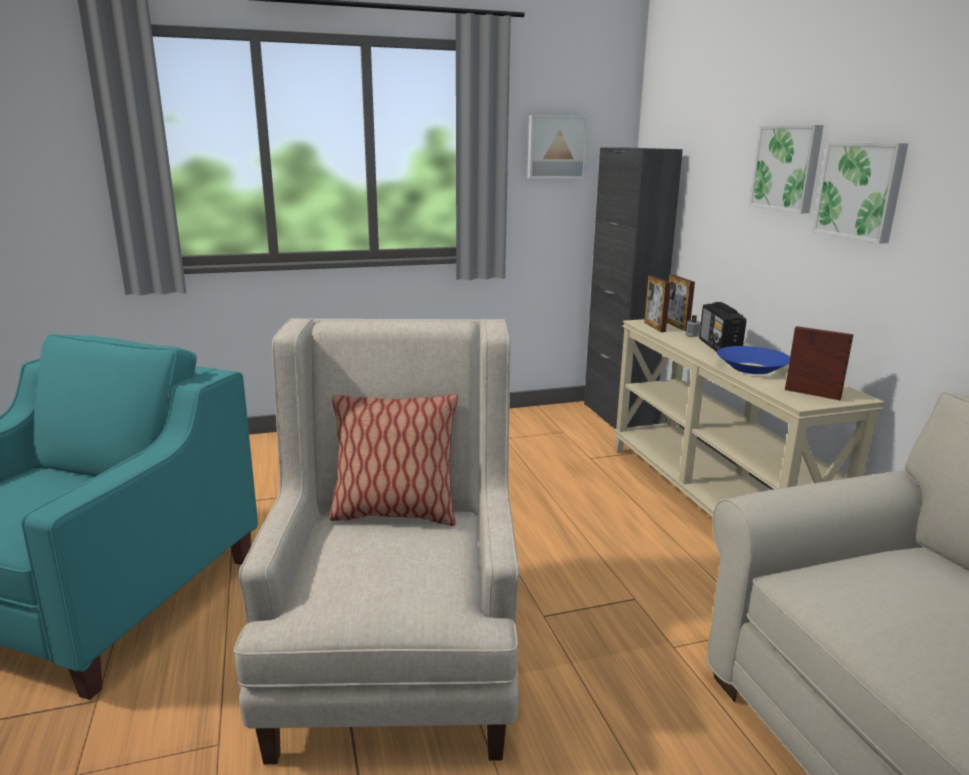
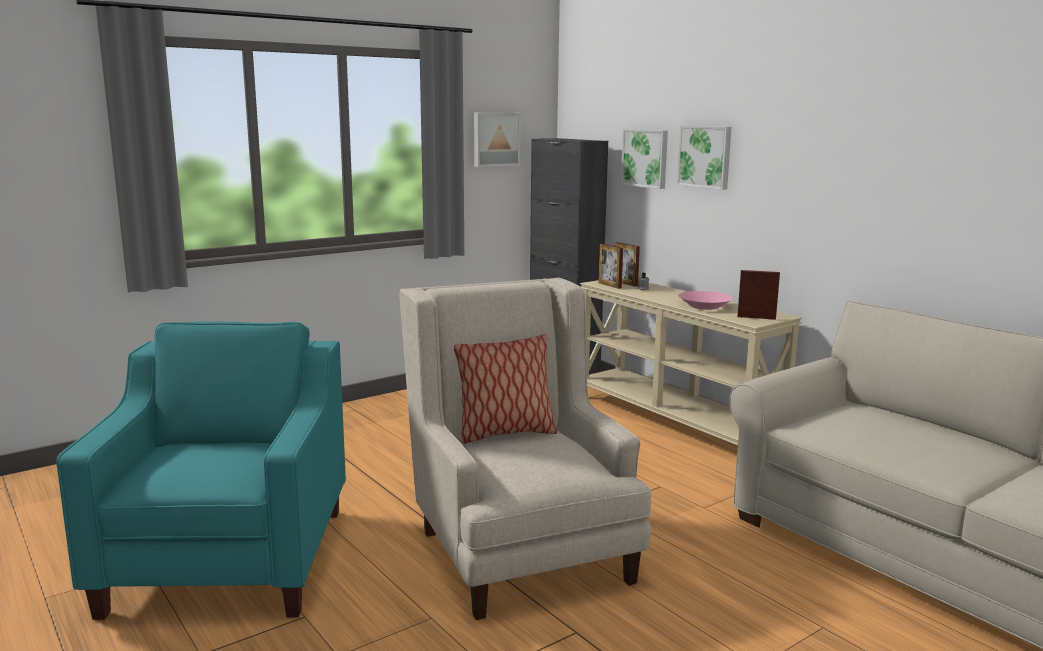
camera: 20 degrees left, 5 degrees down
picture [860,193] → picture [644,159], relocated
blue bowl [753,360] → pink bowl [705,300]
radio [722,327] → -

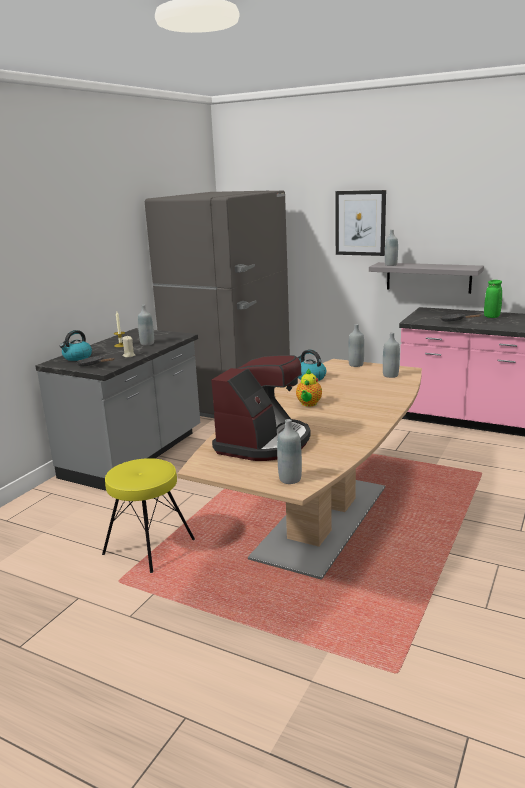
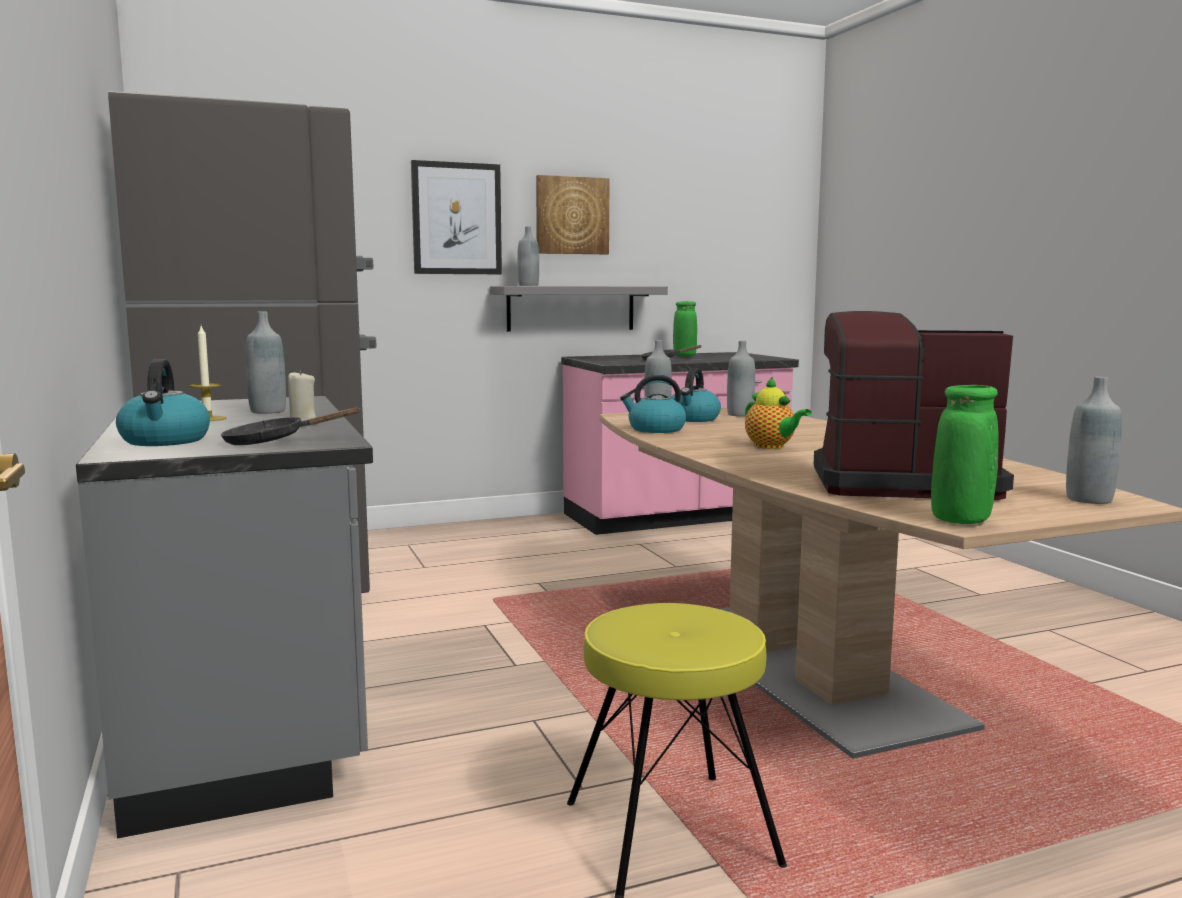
camera: 50 degrees left, 10 degrees down
- → picture [572,214]
- → kettle [696,395]
coffee machine [261,408] → coffee machine [914,405], 60 degrees counterclockwise
- → green vase [965,454]

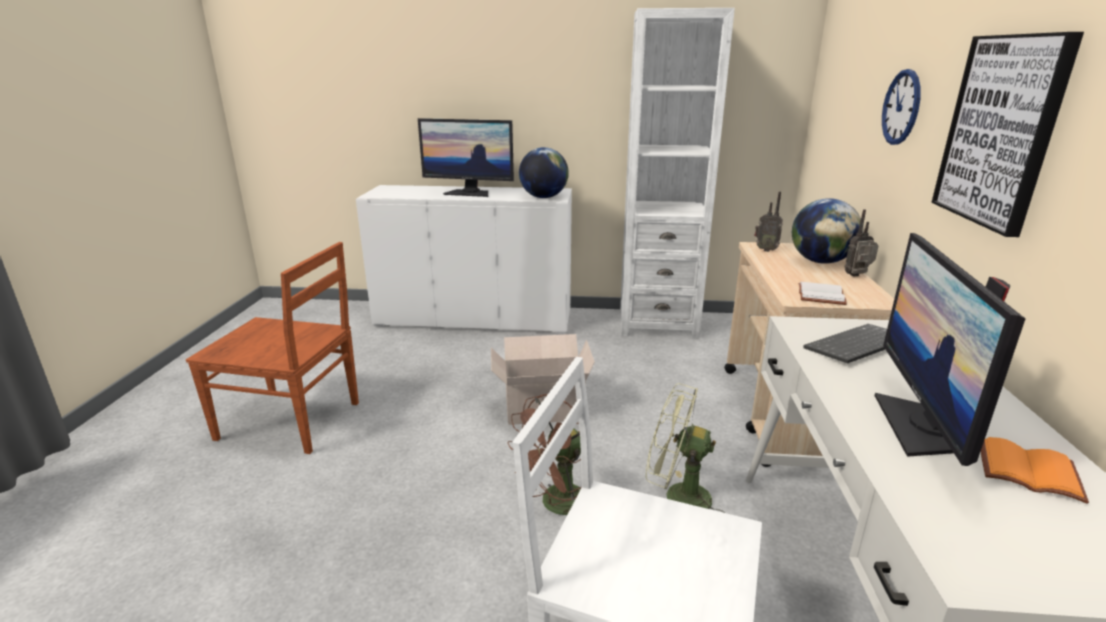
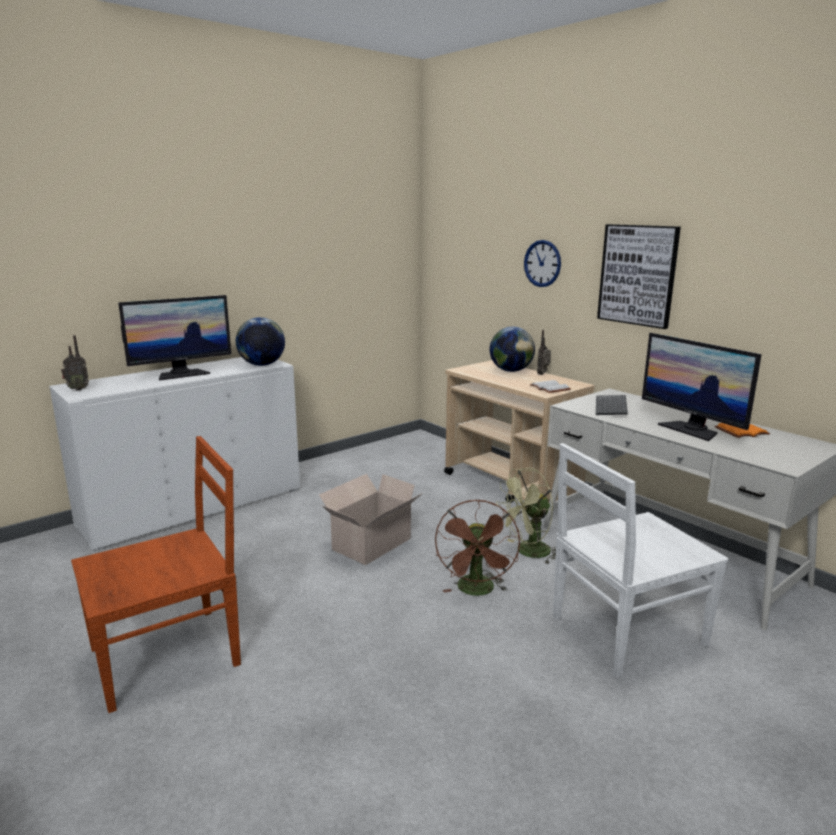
camera: 45 degrees left, 5 degrees down
radio [768,222] → radio [75,363], relocated
white bookcase [677,173] → -

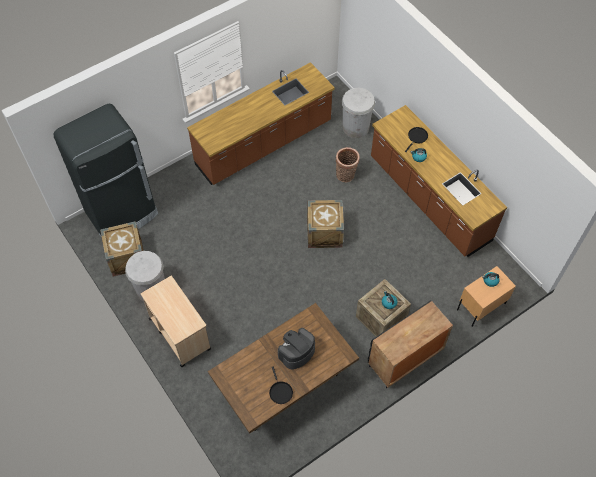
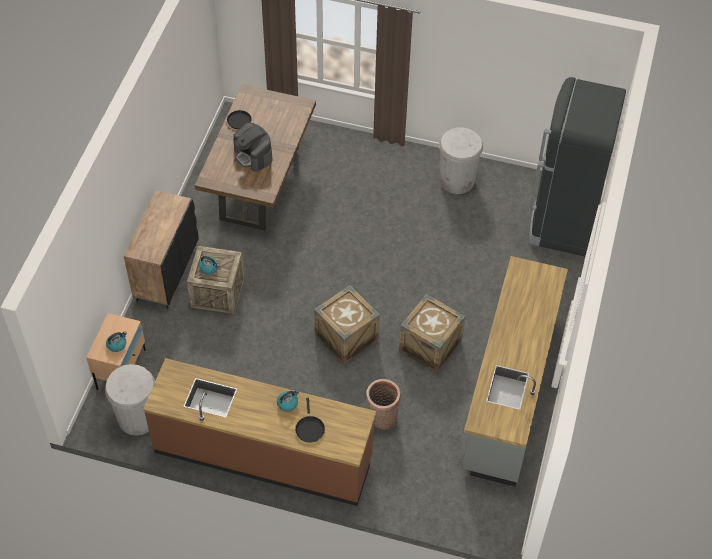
camera: 140 degrees right, 5 degrees down
white trash can [358,113] → white trash can [130,399], relocated
coffee machine [296,348] → coffee machine [253,147], 135 degrees clockwise
crate [122,249] → crate [432,333], relocated
brown counter [261,123] → grey counter [515,371]
beige cart [176,321] → -

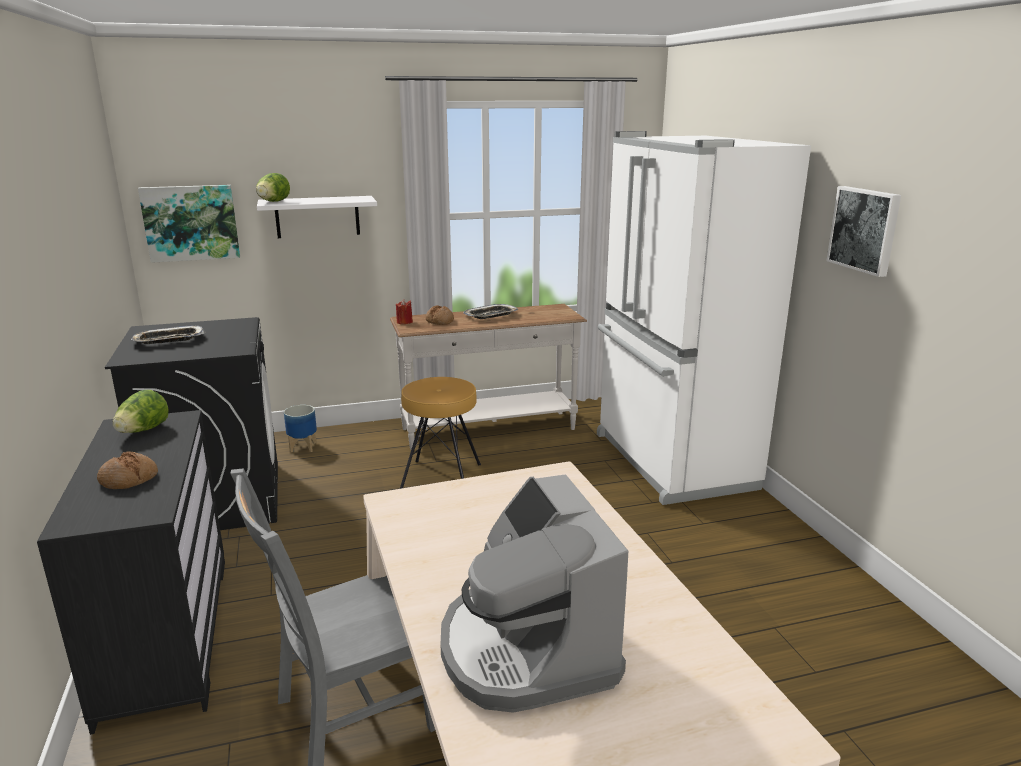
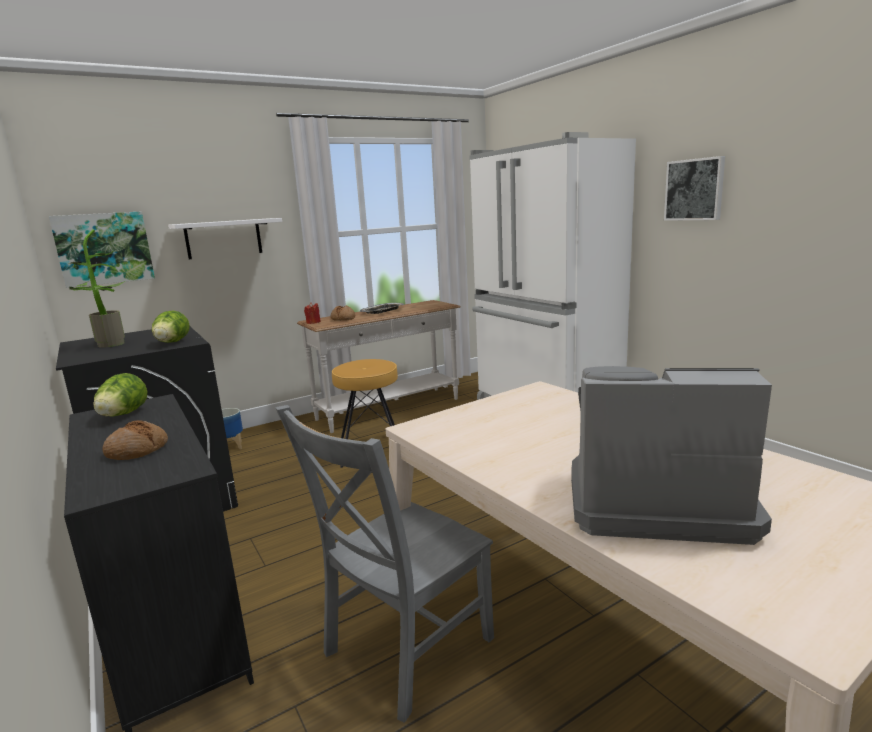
camera: 15 degrees left, 5 degrees down
tray [168,334] → potted plant [96,288]
lettuce [273,187] → lettuce [171,326], relocated
coffee machine [534,593] → coffee machine [671,455], 135 degrees clockwise

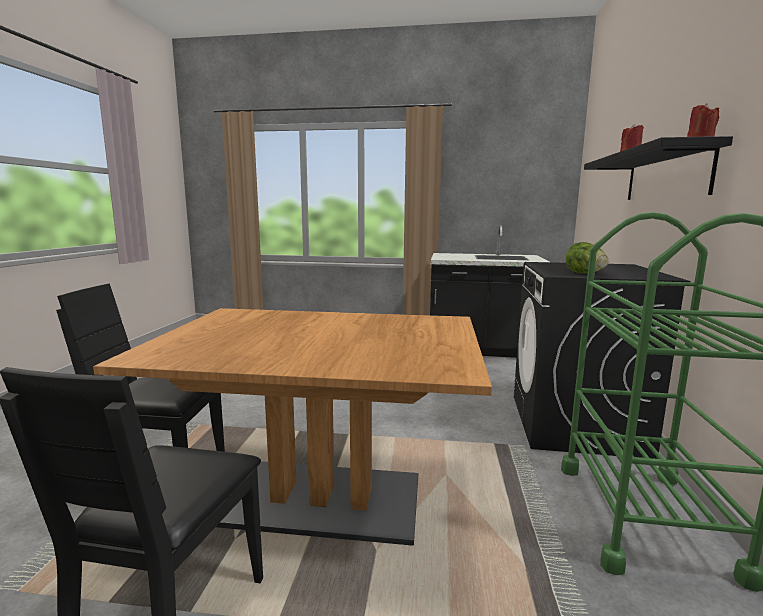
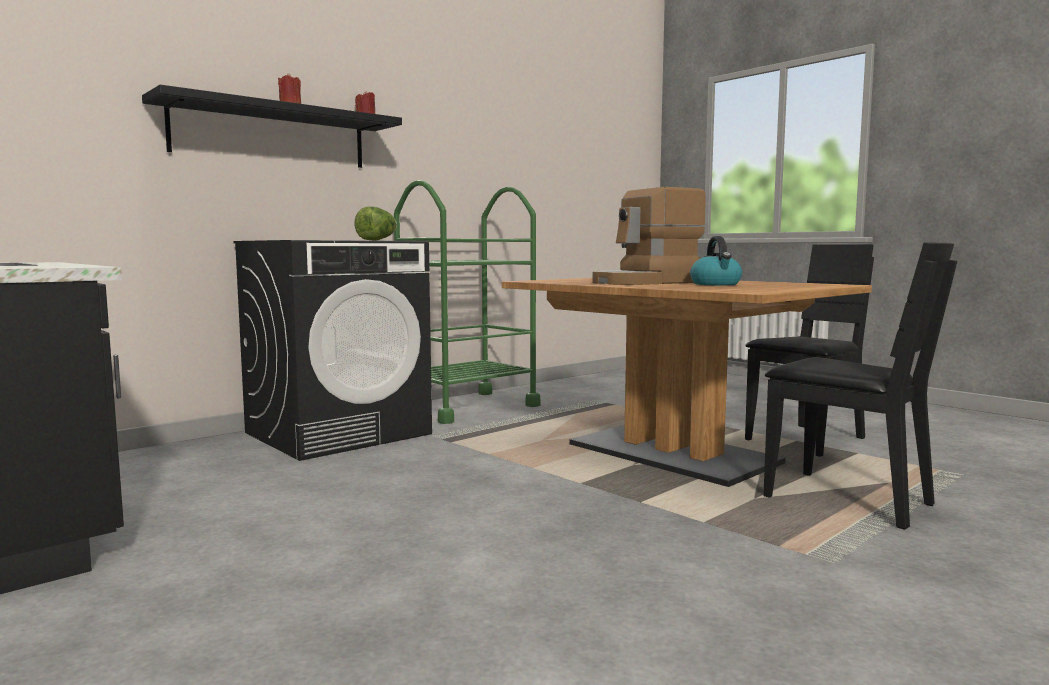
camera: 140 degrees left, 5 degrees down
- → coffee machine [649,236]
- → kettle [716,260]

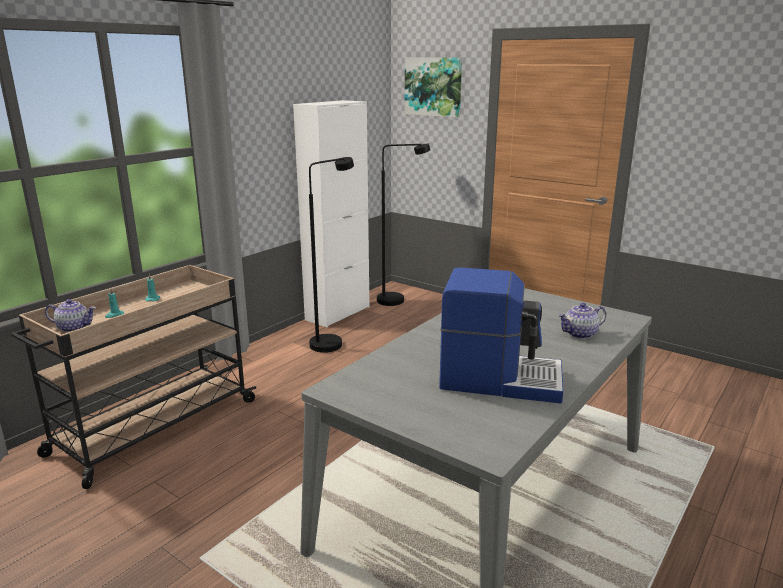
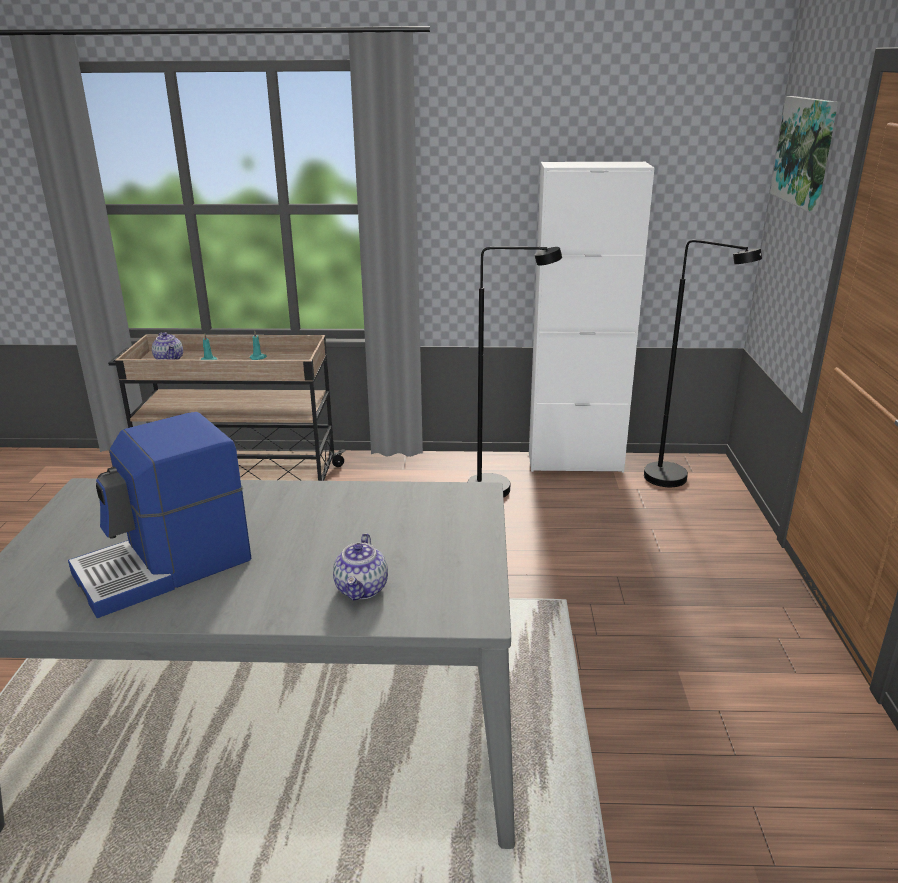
camera: 55 degrees right, 5 degrees up
coffee machine [501,336] → coffee machine [159,515], 75 degrees clockwise
teapot [582,321] → teapot [360,567], 120 degrees counterclockwise

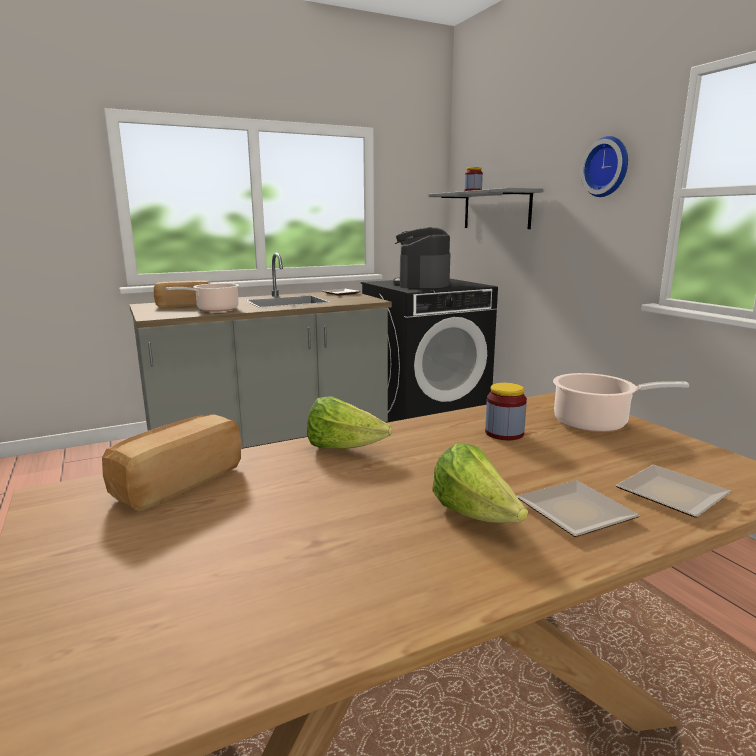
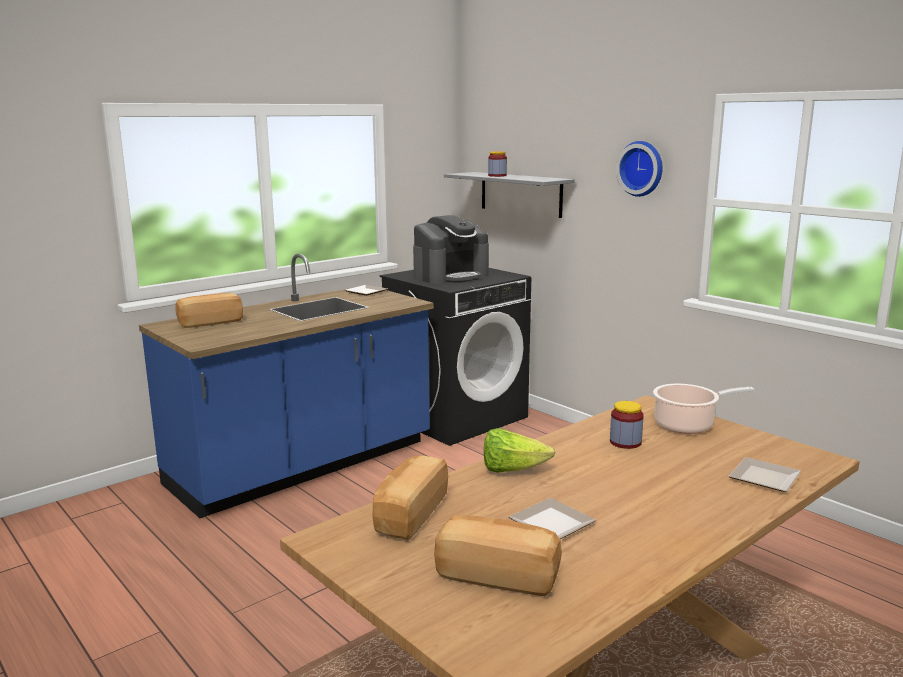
camera: 15 degrees left, 0 degrees up
grey counter [260,350] → blue counter [286,386]
coffee machine [421,257] → coffee machine [451,249], 120 degrees counterclockwise
- → bread [498,555]
plate [578,508] → plate [552,518], relocated
cooking pot [202,297] → -
lettuce [480,483] → -

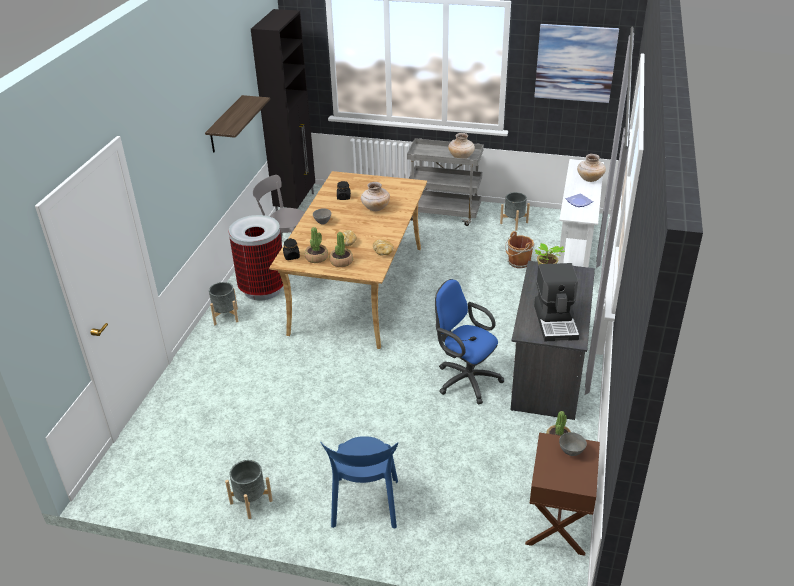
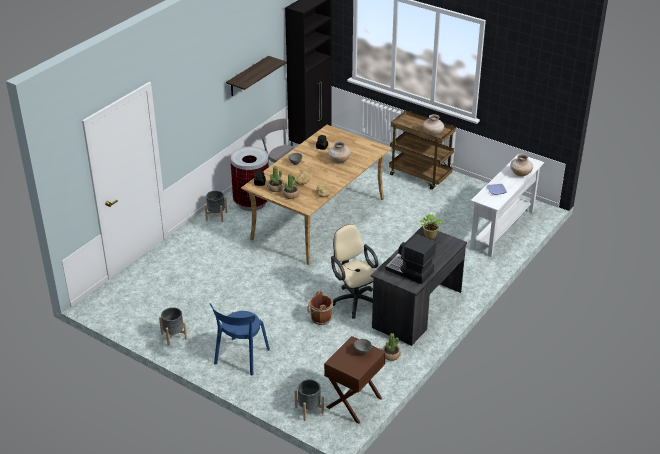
camera: 20 degrees right, 0 degrees up
grey planter [515,211] → grey planter [309,400], relocated
brown bucket [520,249] → brown bucket [320,307], relocated
blue office chair [469,341] → beige office chair [354,271]
coffee machine [556,302] → coffee machine [410,259], 105 degrees clockwise
grey cart [445,182] → brown cart [422,150]
picture [576,63] → -

